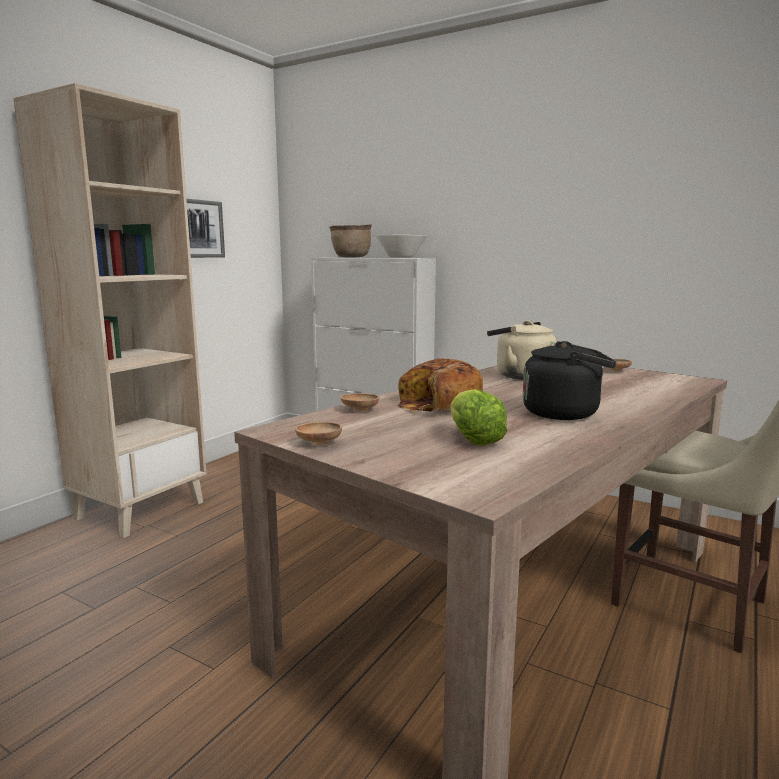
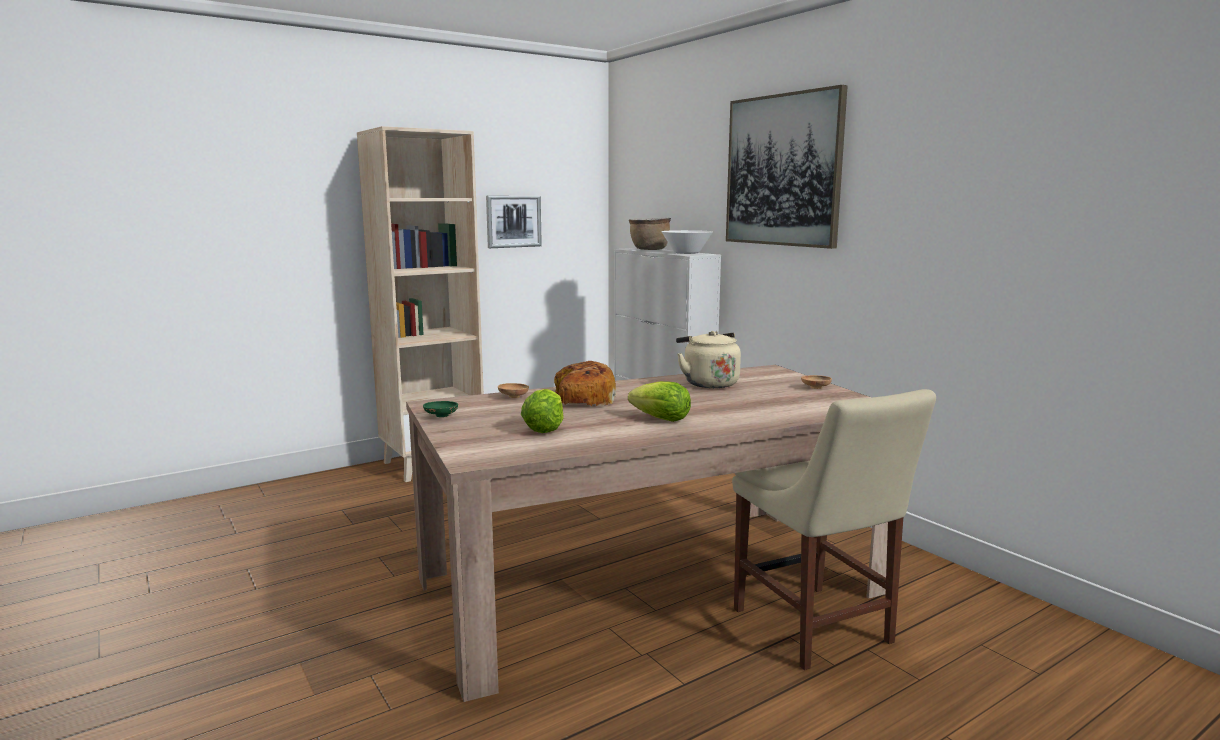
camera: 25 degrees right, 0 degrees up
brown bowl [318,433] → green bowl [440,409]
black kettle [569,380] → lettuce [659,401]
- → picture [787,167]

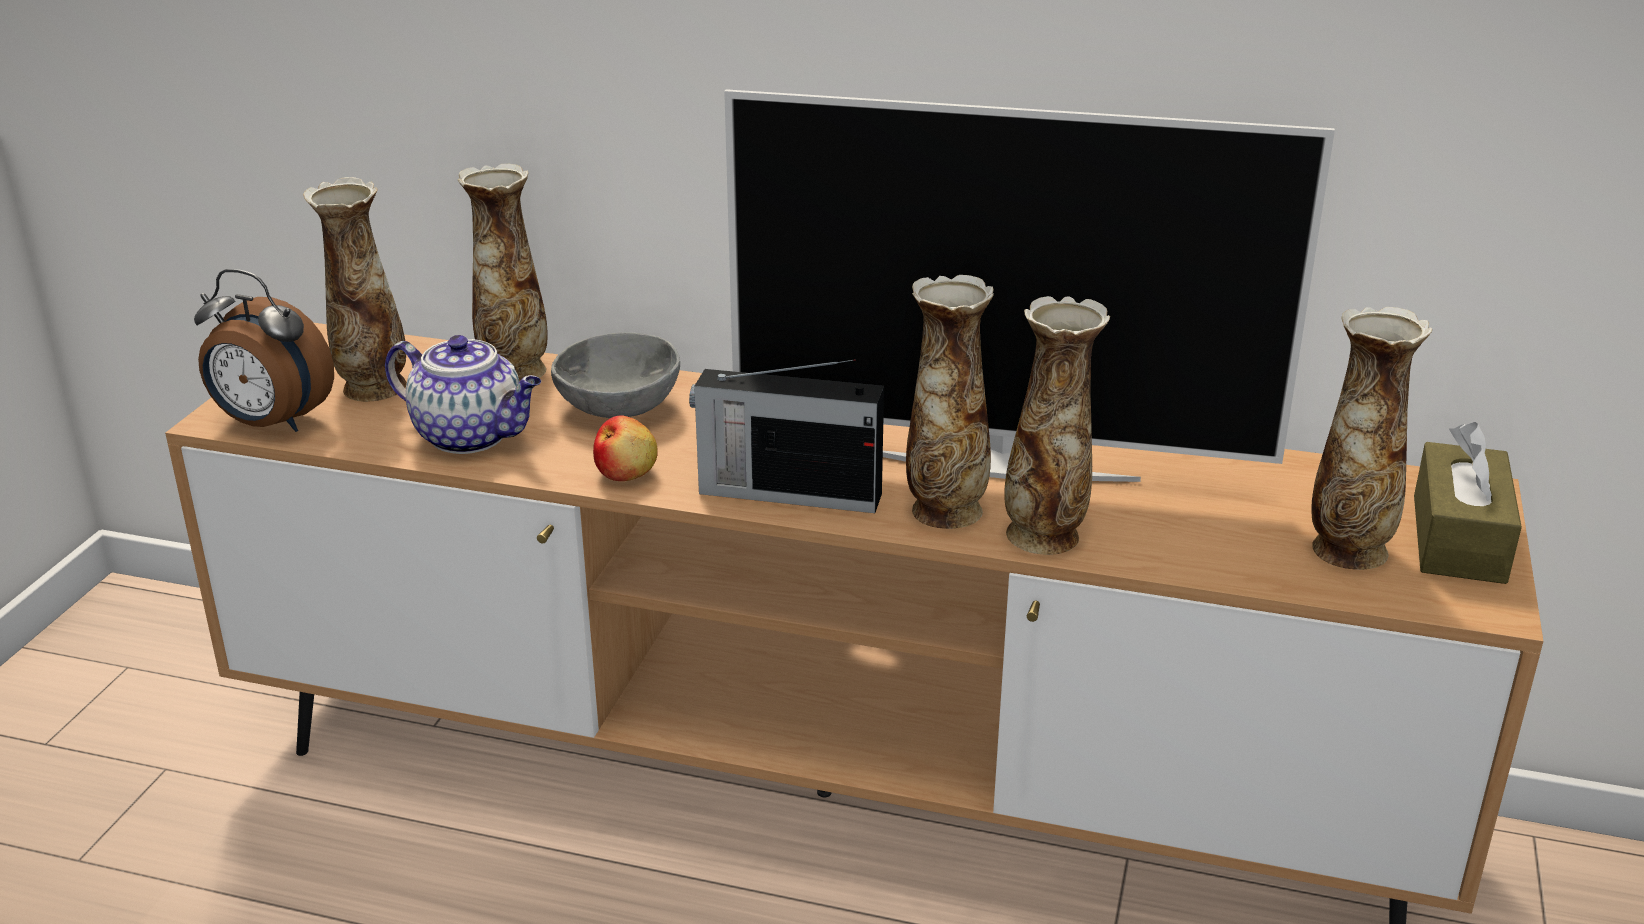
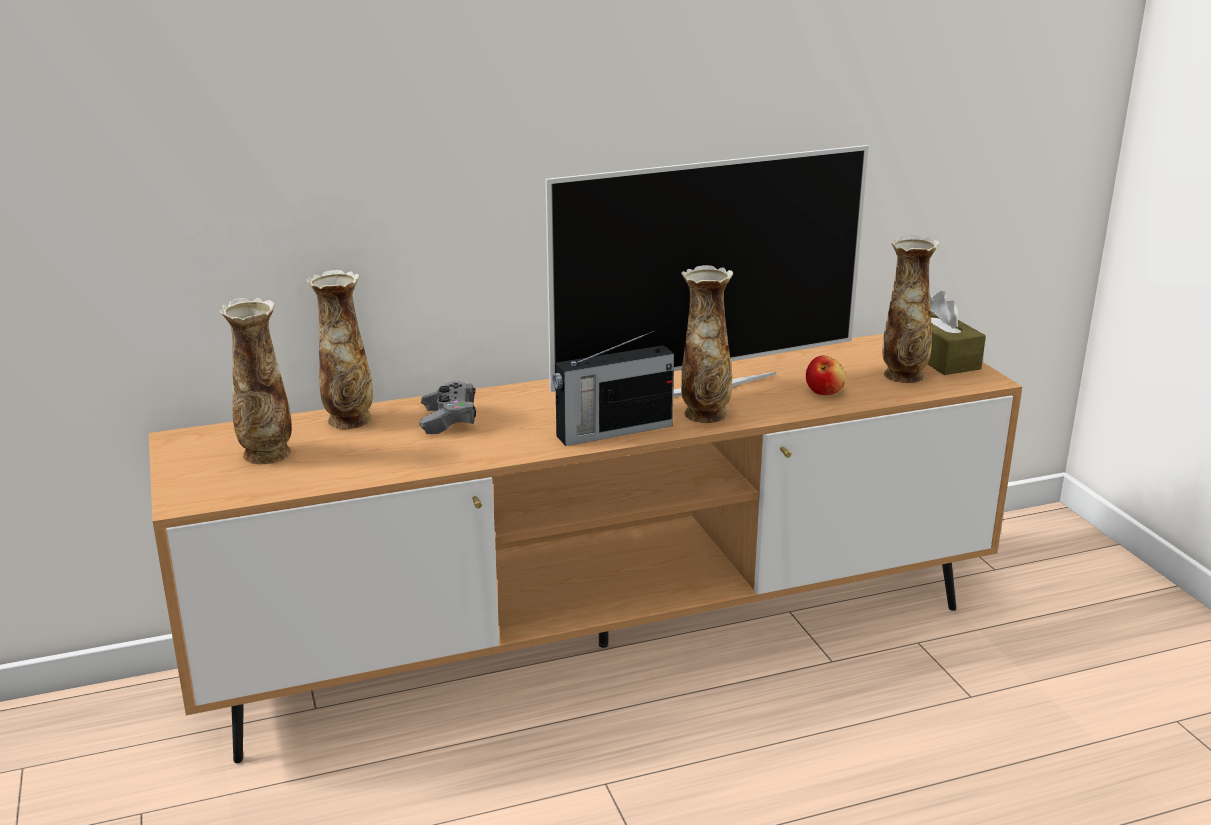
camera: 35 degrees left, 5 degrees down
grey bowl [615,375] → grey game controller [448,407]
apple [625,448] → apple [826,375], relocated
alarm clock [264,350] → -
teapot [463,394] → -
vase [1057,425] → -

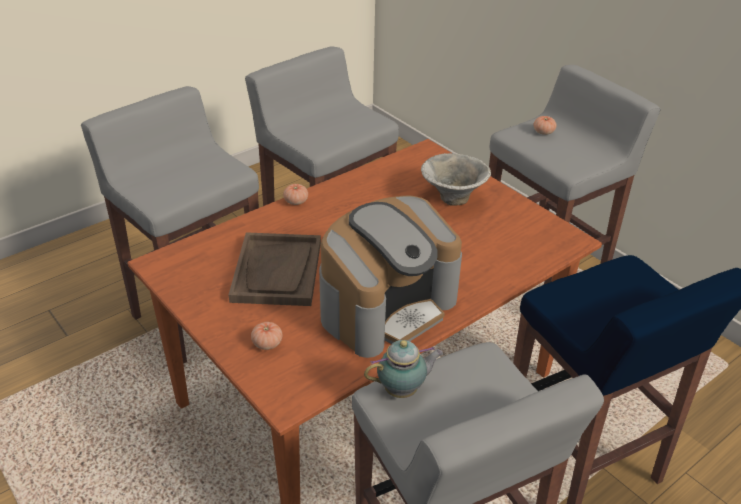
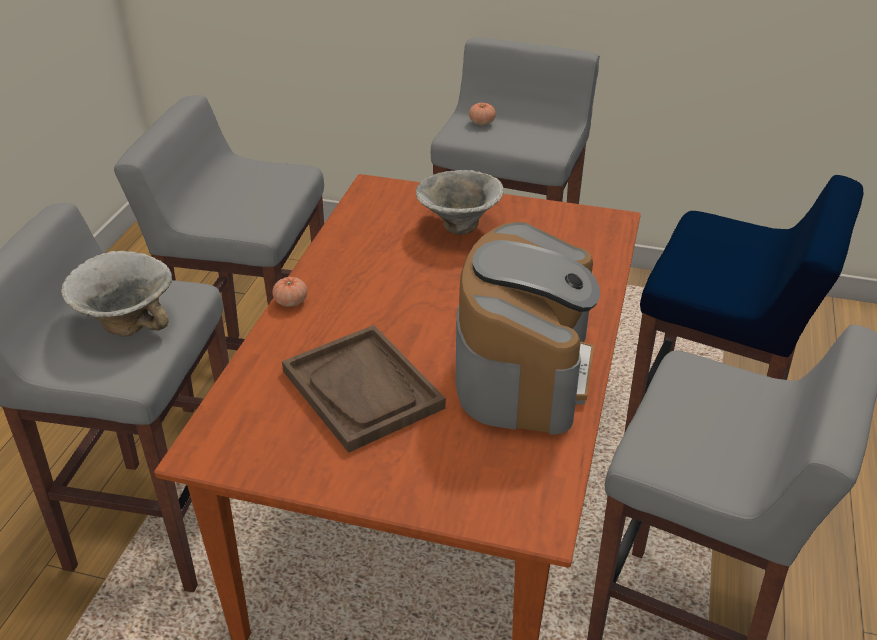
camera: 35 degrees left, 0 degrees up
- → bowl [116,293]
tomato [266,336] → -
teapot [403,369] → -

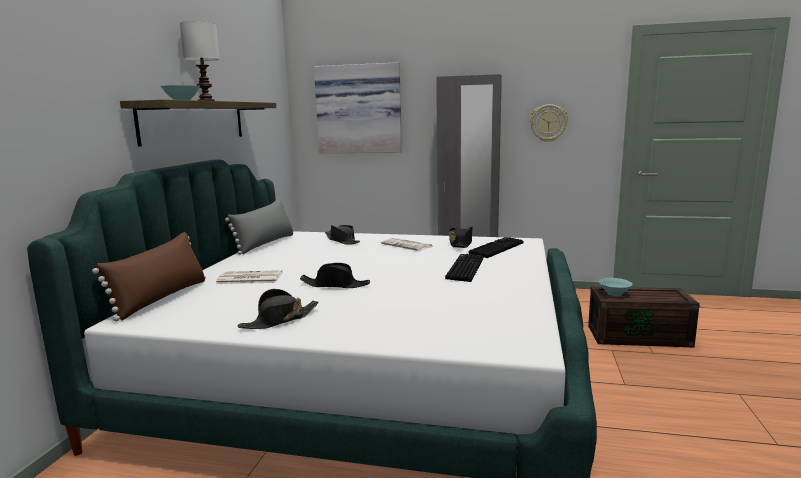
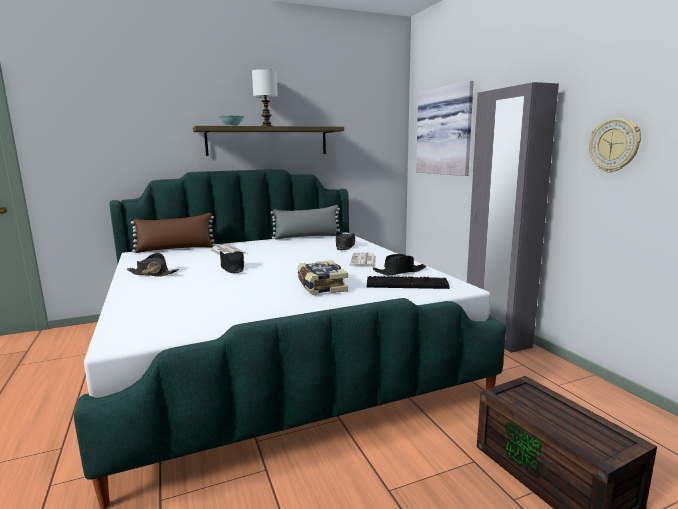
camera: 55 degrees right, 0 degrees up
keyboard [464,268] → book [322,277]
turquoise bowl [616,287] → -

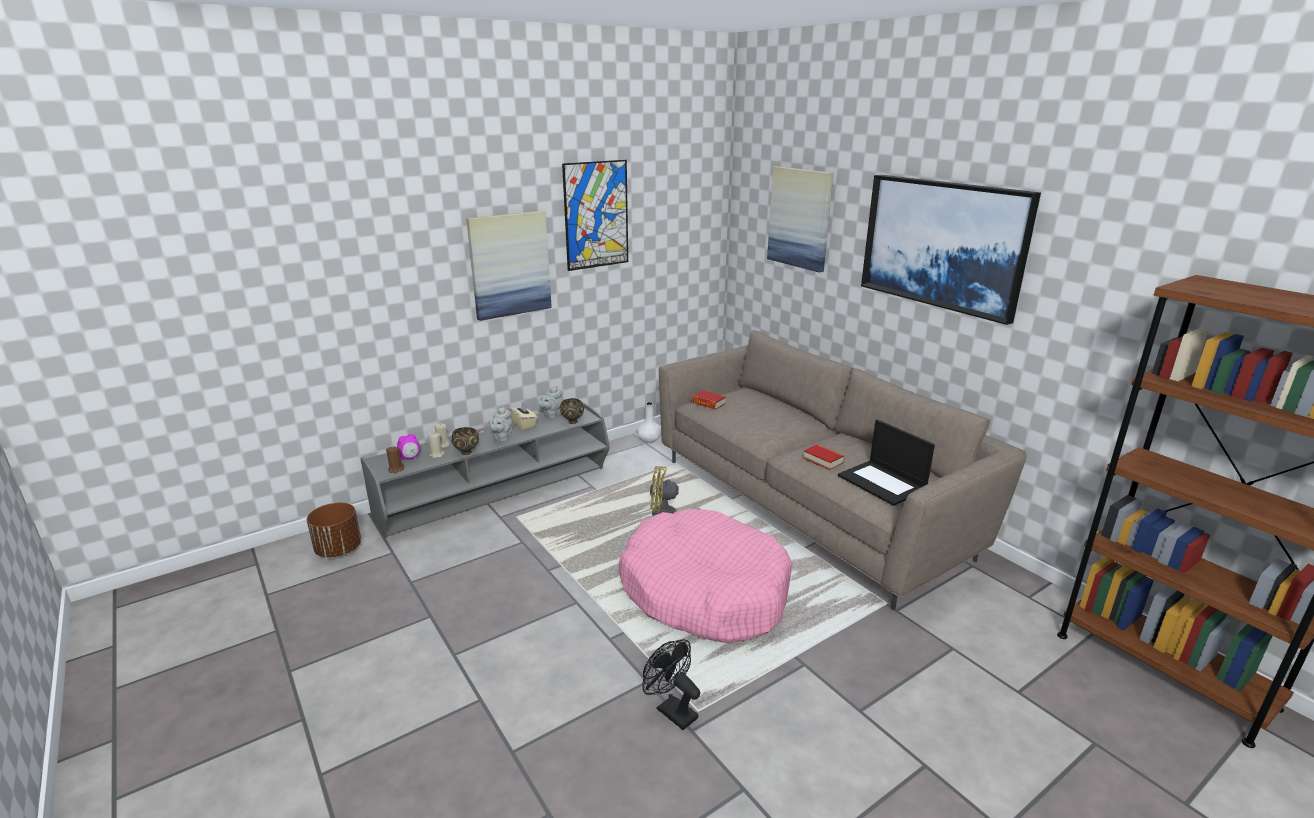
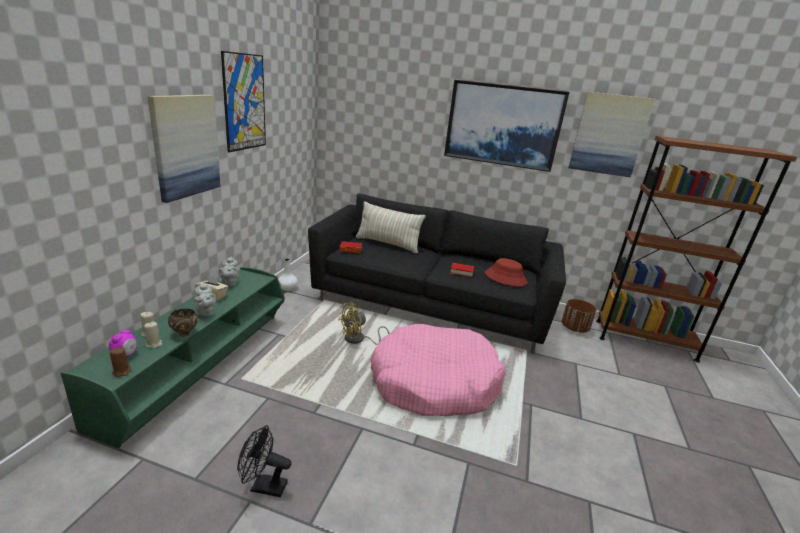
camera: 40 degrees left, 0 degrees up
grey tv stand [485,470] → green tv stand [173,357]
black fan [671,684] → black fan [264,461], relocated
beige sofa [843,470] → black sofa [437,273]
- → pillow [391,227]
laptop [886,462] → red hat [506,272]
brown planter [334,530] → brown planter [579,316], relocated
picture [800,219] → picture [612,134], relocated
brown bowl [572,411] → -

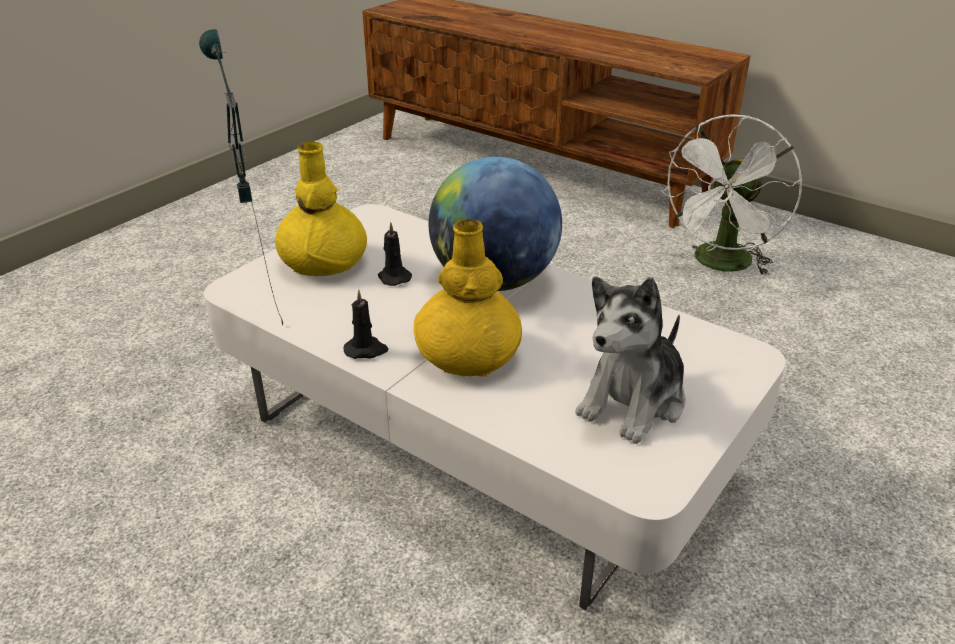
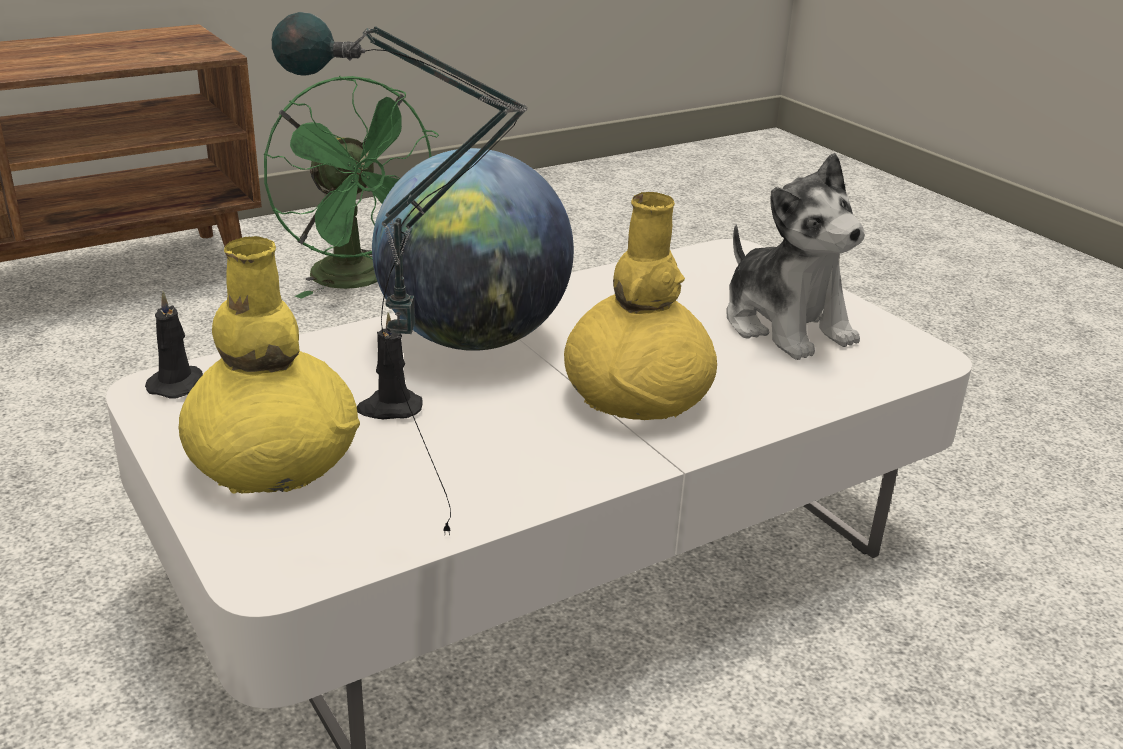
camera: 70 degrees left, 5 degrees down
black candle [366,324] → black candle [174,345], relocated
white fan [731,195] → green fan [351,187]

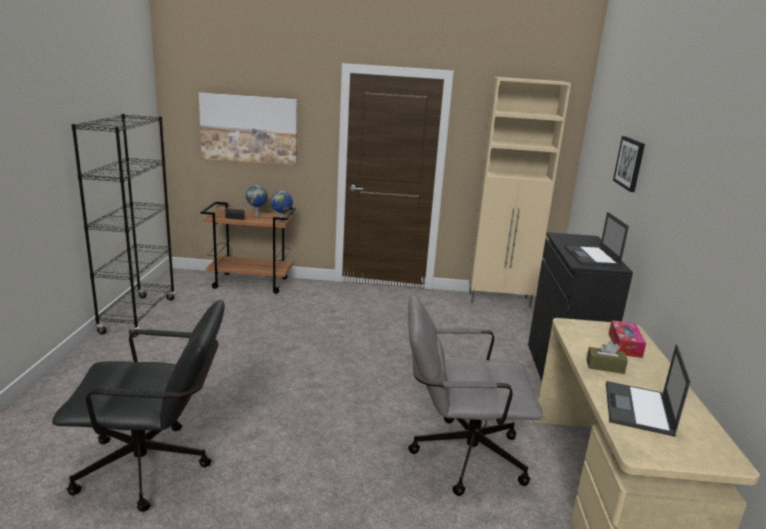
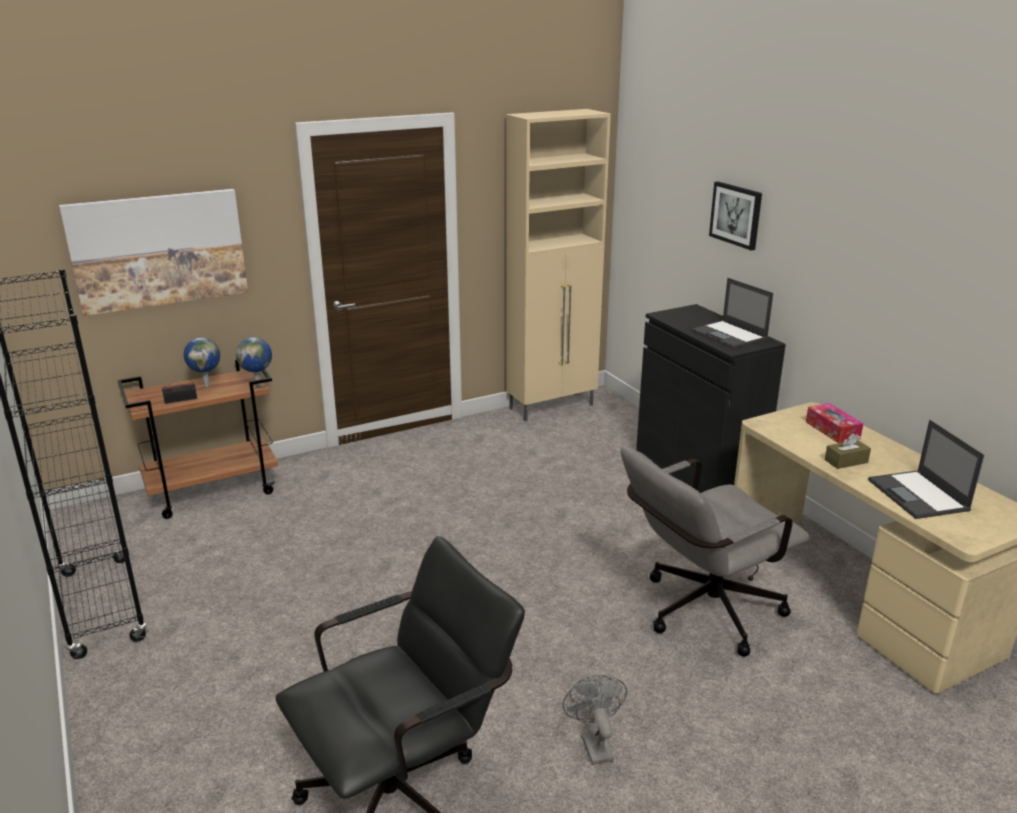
camera: 30 degrees left, 5 degrees up
- → grey fan [595,720]

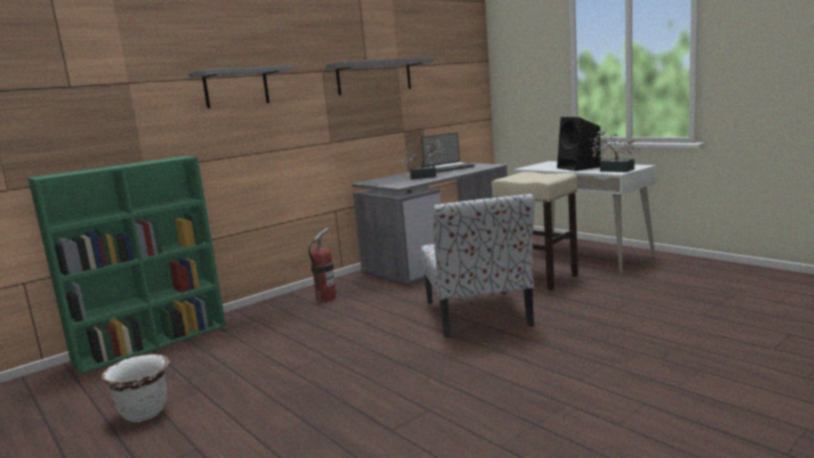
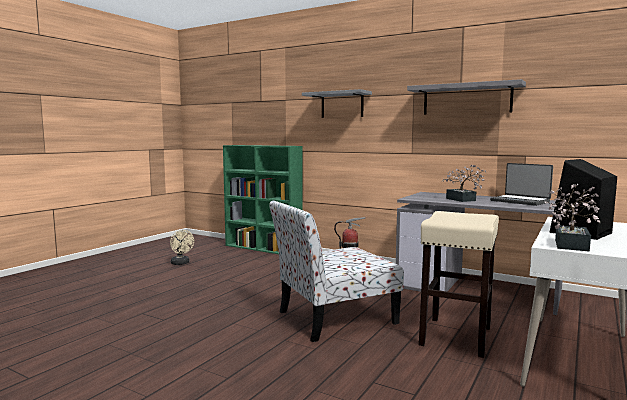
camera: 70 degrees right, 5 degrees down
white planter [135,388] → beige fan [182,247]

